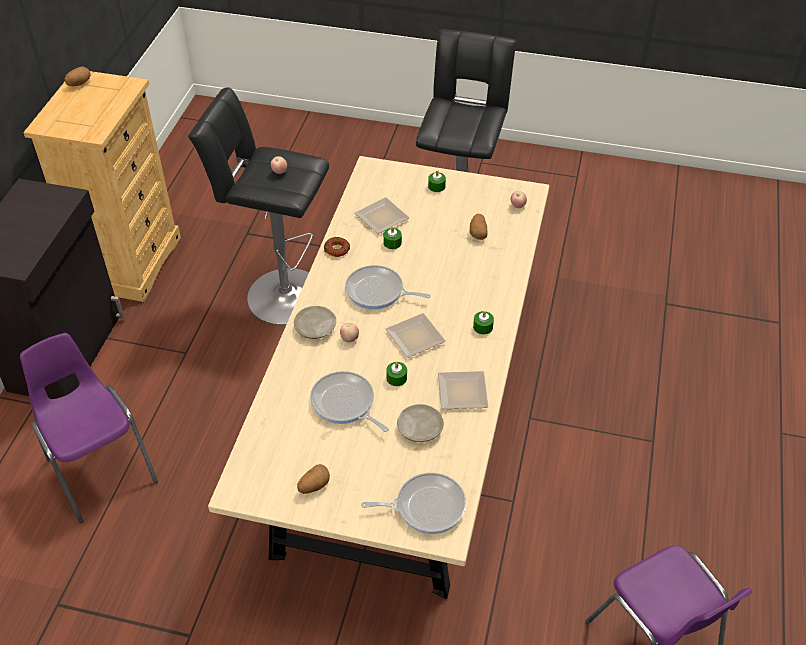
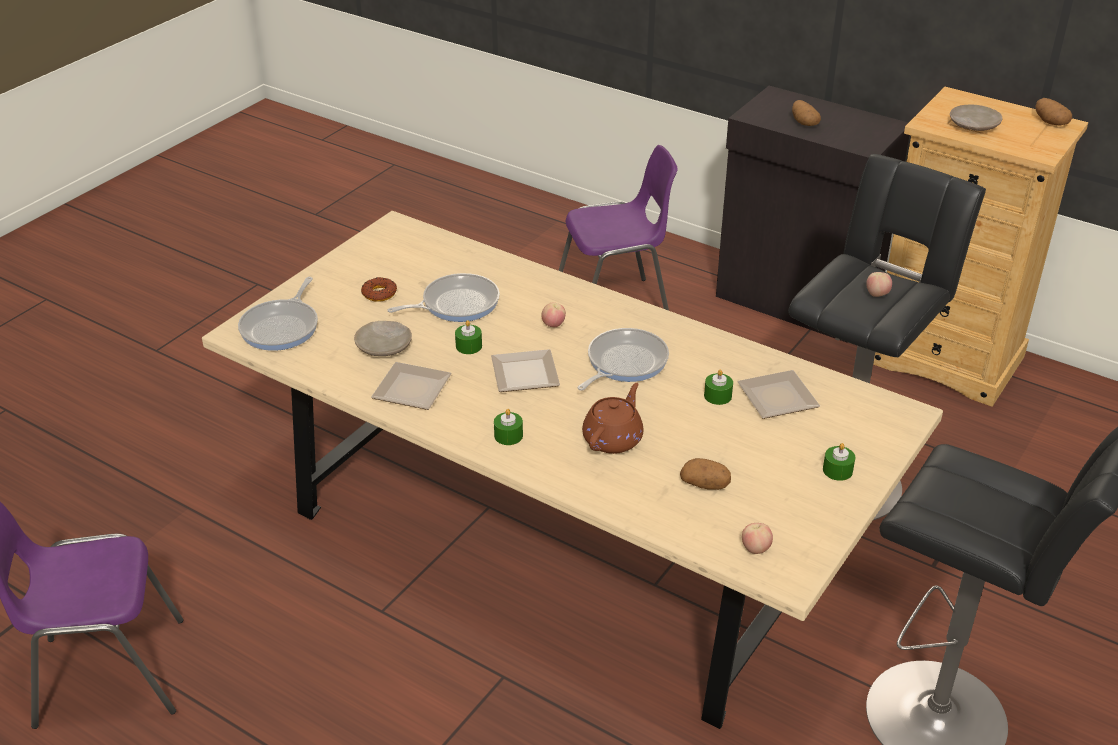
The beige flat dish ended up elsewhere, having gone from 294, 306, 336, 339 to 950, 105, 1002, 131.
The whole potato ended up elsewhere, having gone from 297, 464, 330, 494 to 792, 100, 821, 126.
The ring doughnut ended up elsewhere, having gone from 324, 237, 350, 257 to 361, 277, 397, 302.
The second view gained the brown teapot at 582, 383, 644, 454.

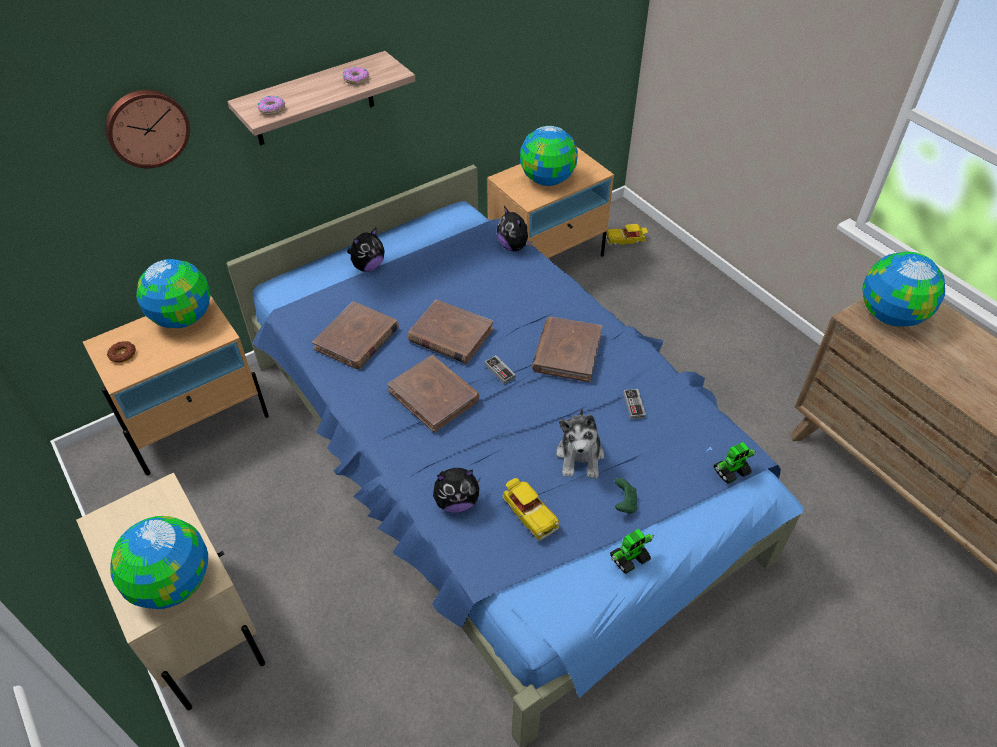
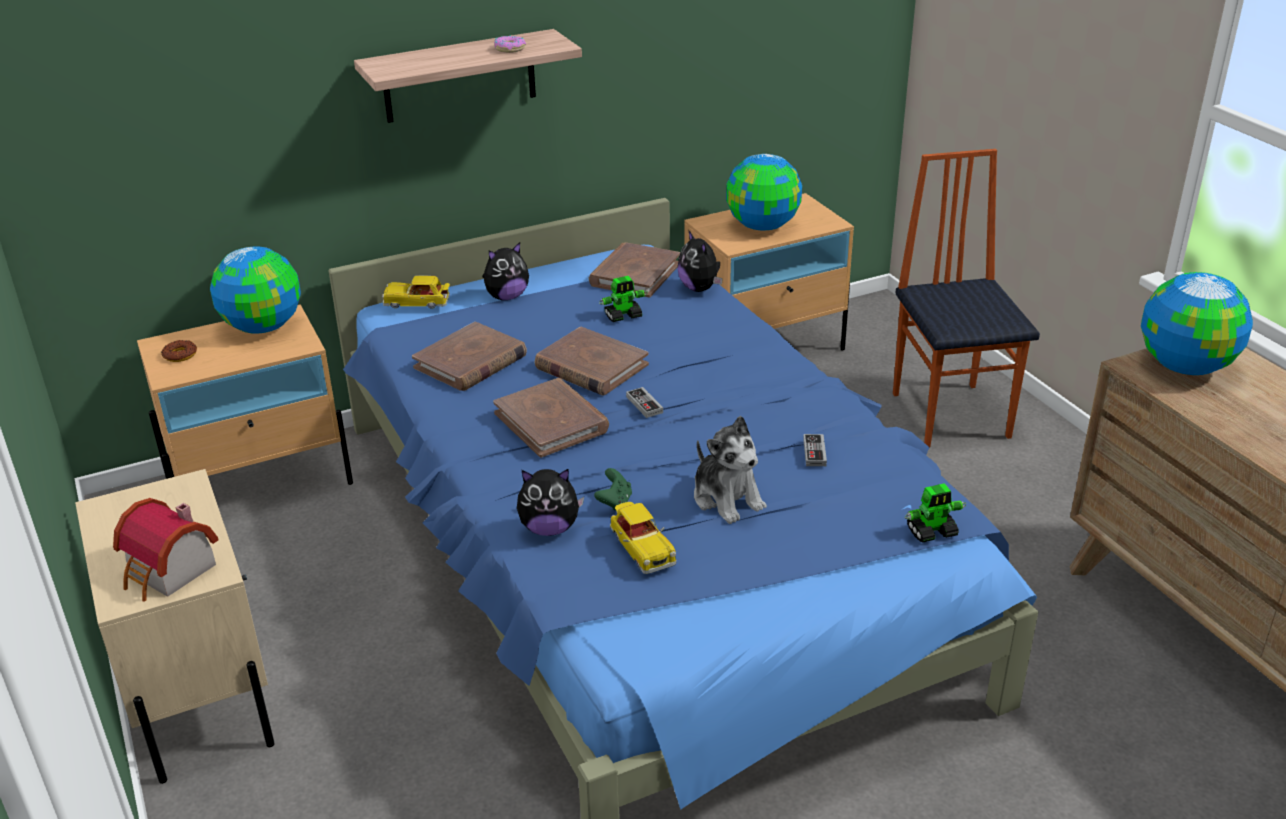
The second view lost the wall clock at 105, 90, 190, 169.
Where the desk globe stood at 110, 516, 208, 609, the toy house came to stand at 113, 498, 218, 602.
The second view lost the ring doughnut at 258, 96, 285, 115.
The brown volume ended up elsewhere, having gone from 532, 317, 603, 382 to 589, 242, 680, 298.
The cuddly toy at 556, 408, 604, 479 ended up facing another way, 45 degrees counterclockwise from before.
The miniature car ended up elsewhere, having gone from 606, 224, 648, 246 to 382, 276, 450, 309.
The robot figure ended up elsewhere, having gone from 610, 529, 654, 574 to 599, 276, 648, 322.
The green game controller ended up elsewhere, having gone from 615, 478, 637, 514 to 594, 468, 632, 512.
The second view gained the upright chair at 893, 149, 1040, 448.

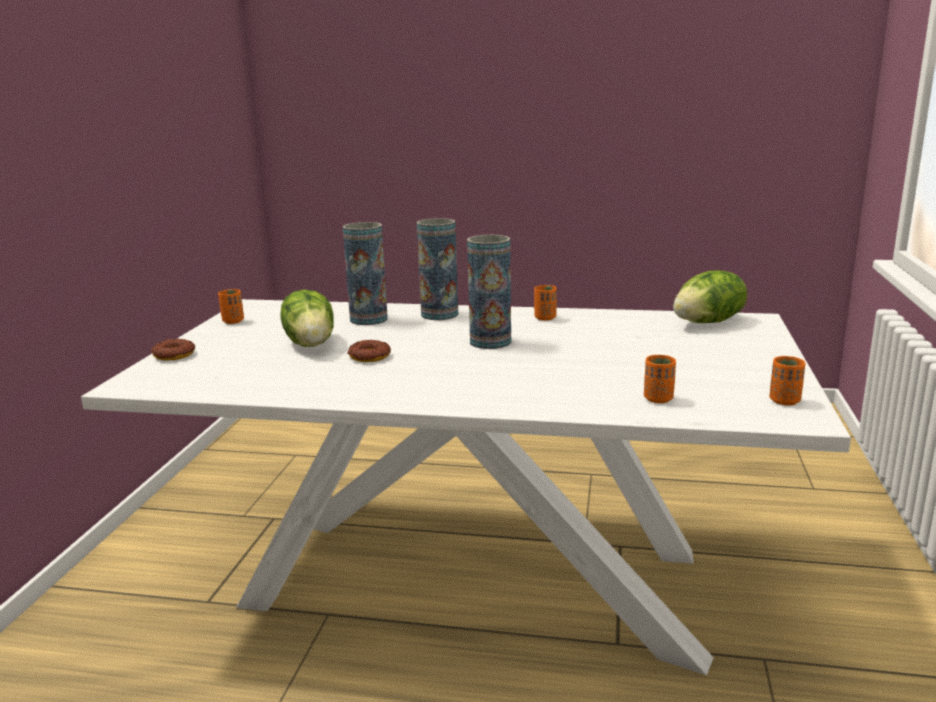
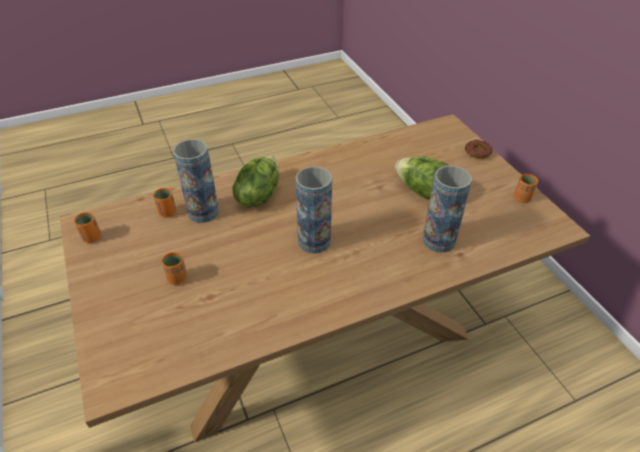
What was the white-coloured dining table at 81, 299, 851, 675 turned into the brown dining table at 60, 114, 590, 442.
The second view lost the ring doughnut at 348, 340, 391, 362.
The vase ended up elsewhere, having gone from 417, 218, 458, 320 to 173, 139, 219, 223.
The orange small cup ended up elsewhere, having gone from 534, 285, 557, 321 to 162, 251, 187, 285.
The head of lettuce ended up elsewhere, having gone from 673, 270, 747, 323 to 232, 156, 279, 207.

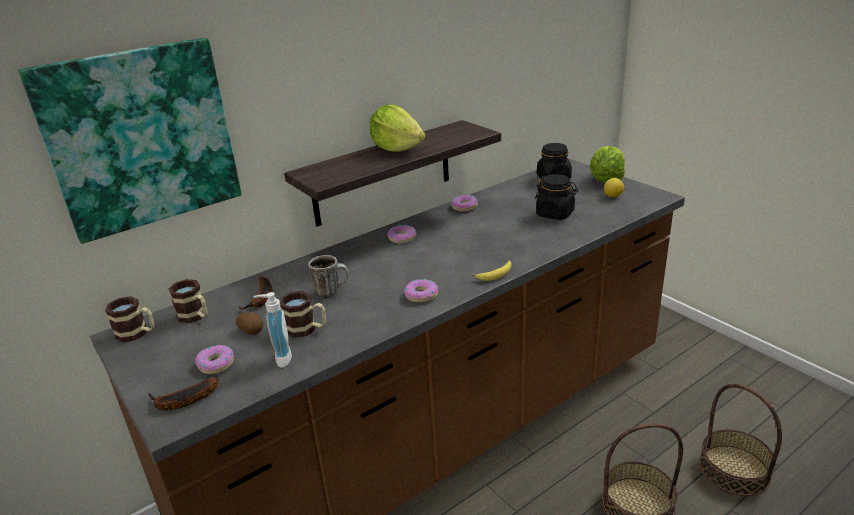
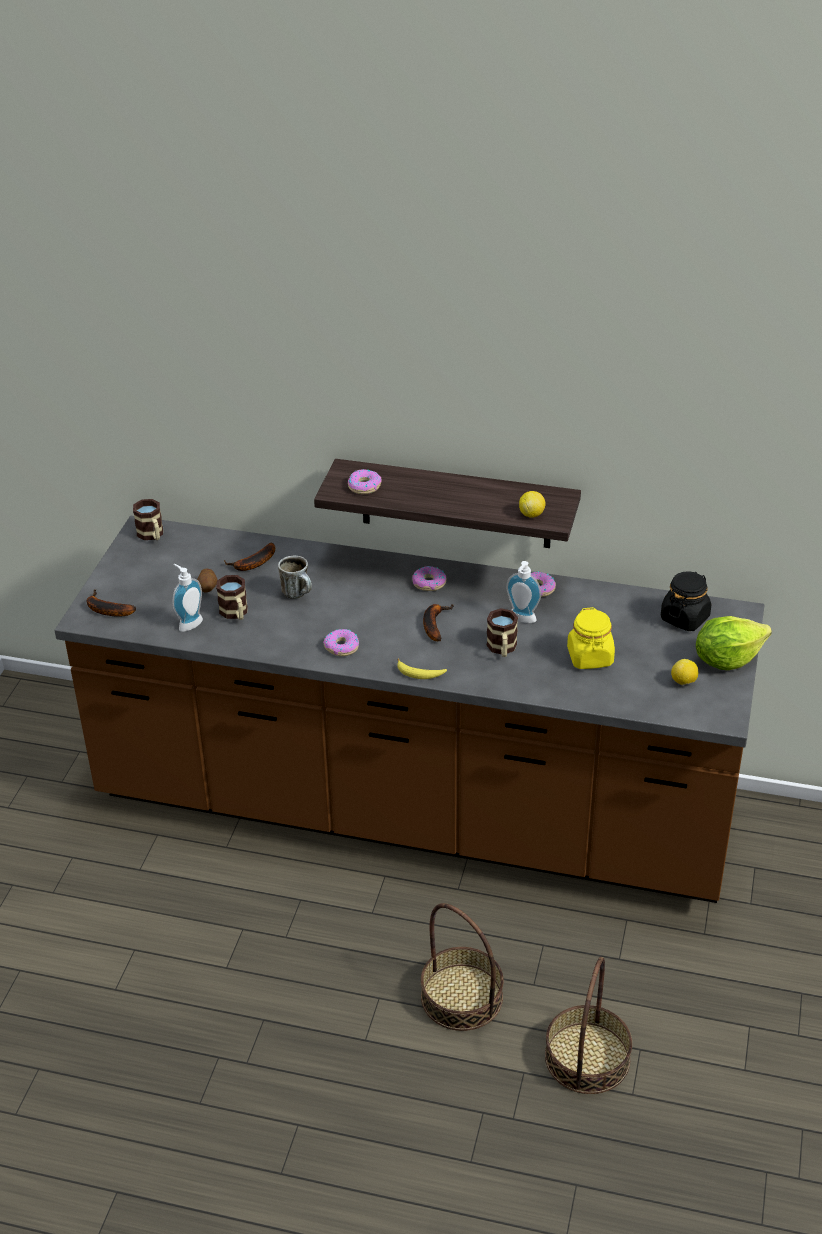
The second view lost the picture at 18, 38, 242, 244.
The tea mug ended up elsewhere, having gone from 169, 279, 208, 323 to 486, 608, 518, 657.
The ring doughnut ended up elsewhere, having gone from 195, 345, 234, 374 to 348, 469, 382, 494.
The second view lost the head of lettuce at 370, 104, 426, 152.
What was the black storage jar at 535, 174, 578, 220 turned into the yellow-coloured storage jar at 567, 607, 615, 669.
The second view gained the whole banana at 423, 604, 454, 641.
The second view gained the liquid soap bottle at 506, 561, 541, 623.
The second view gained the lemon at 519, 491, 545, 518.

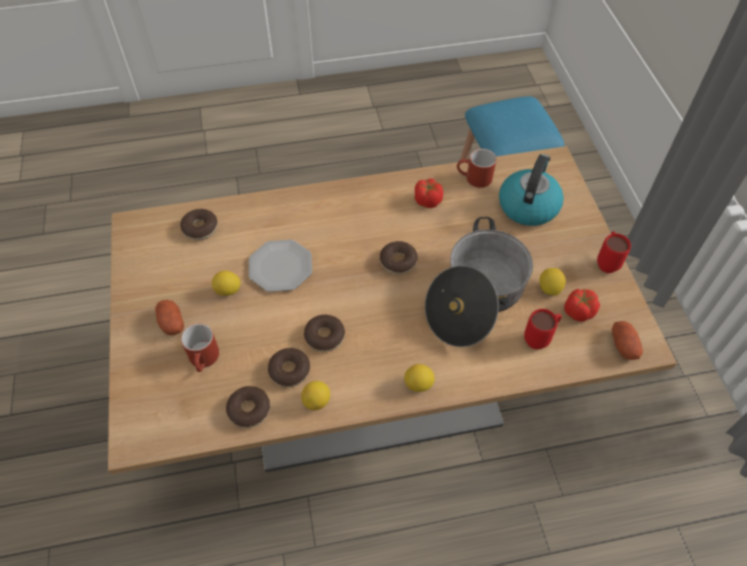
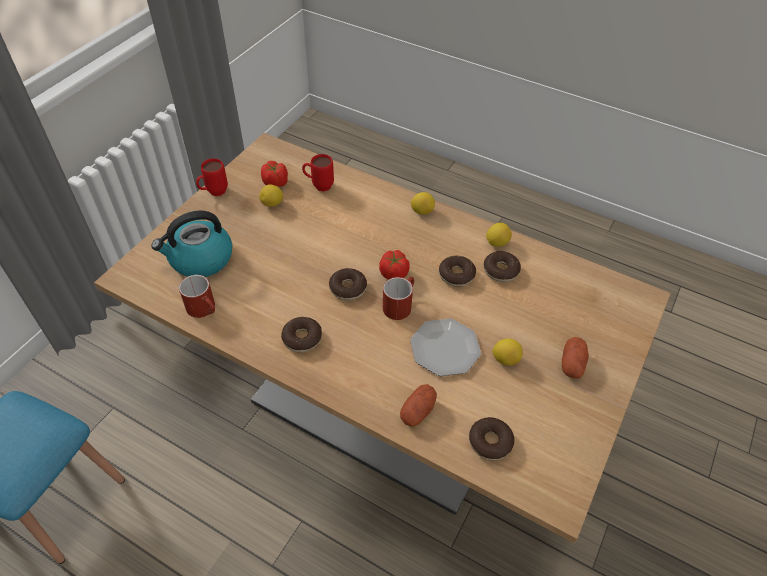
The red-coloured tea mug ended up elsewhere, having gone from 181, 324, 219, 372 to 383, 277, 414, 320.
The ring doughnut ended up elsewhere, having gone from 226, 386, 270, 428 to 282, 317, 322, 353.
The whole tomato ended up elsewhere, having gone from 415, 178, 443, 208 to 379, 250, 410, 279.
The second view lost the cooking pot at 425, 217, 533, 347.
The whole potato ended up elsewhere, having gone from 612, 321, 643, 360 to 400, 384, 437, 427.

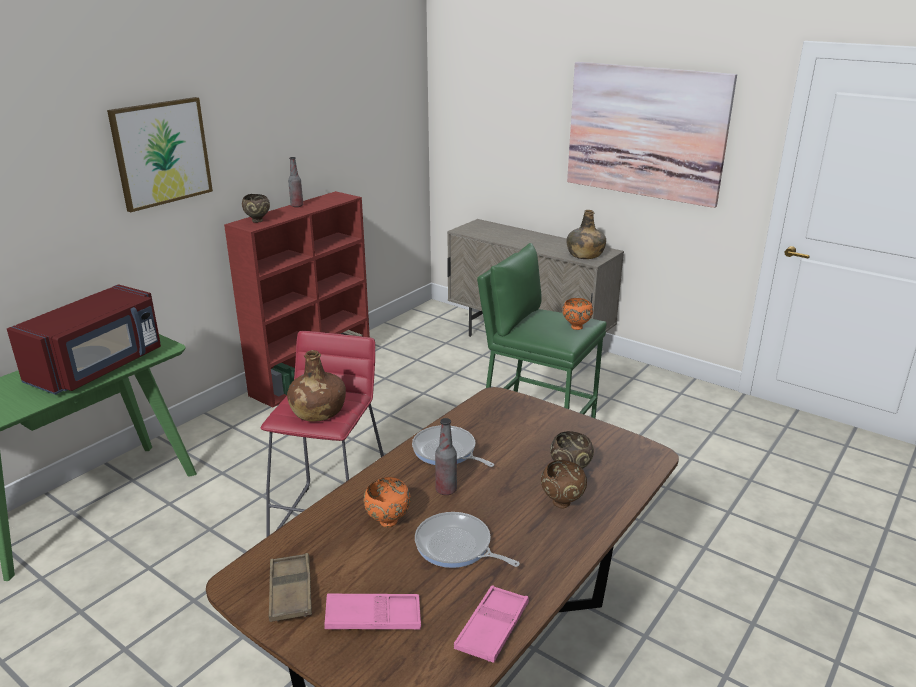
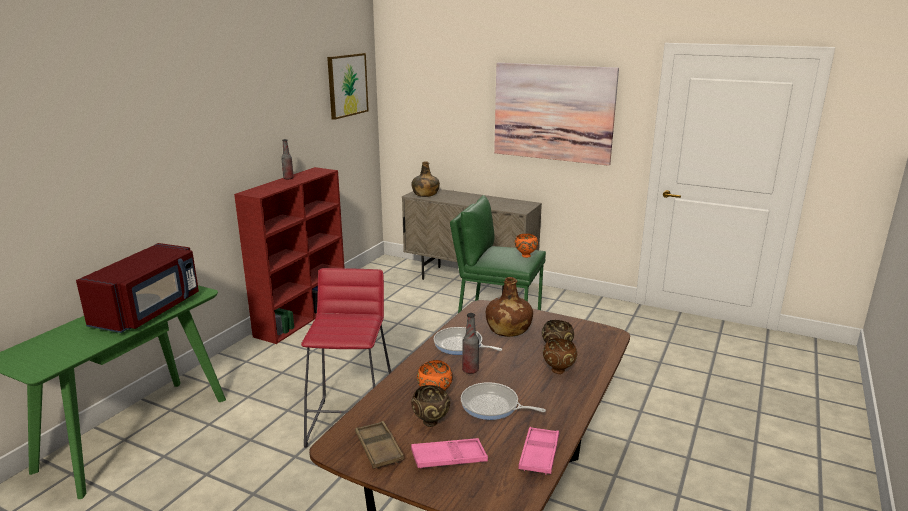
The picture ended up elsewhere, having gone from 107, 97, 213, 212 to 327, 53, 369, 120.
The brown serving bowl ended up elsewhere, having gone from 242, 194, 270, 223 to 411, 385, 450, 427.
The brown drink bottle ended up elsewhere, having gone from 287, 350, 346, 422 to 486, 277, 533, 337.
The green drink bottle ended up elsewhere, having gone from 567, 210, 606, 259 to 411, 161, 440, 197.

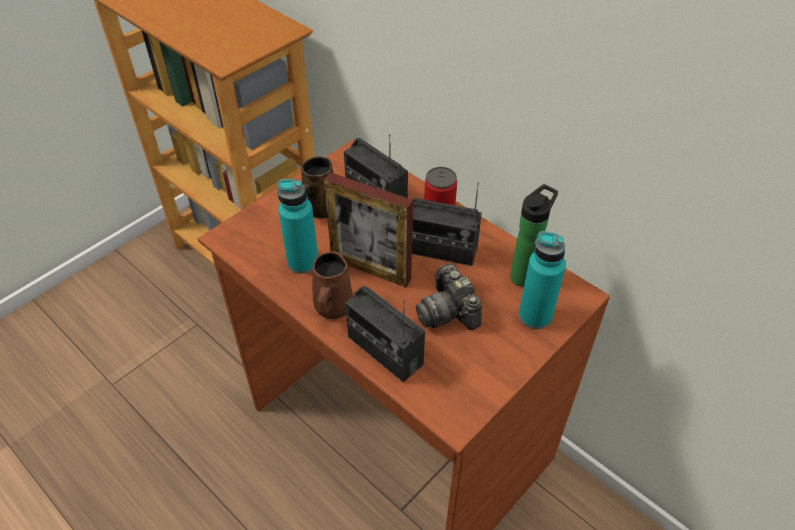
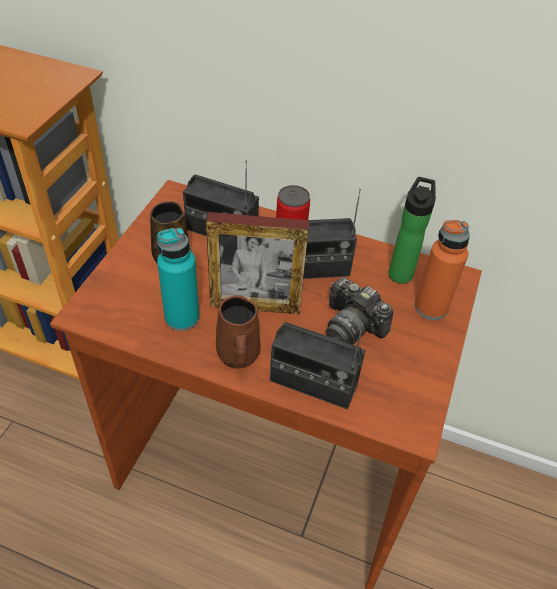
What was the blue-green drink bottle at 519, 231, 566, 329 turned into the orange drink bottle at 415, 220, 470, 320.

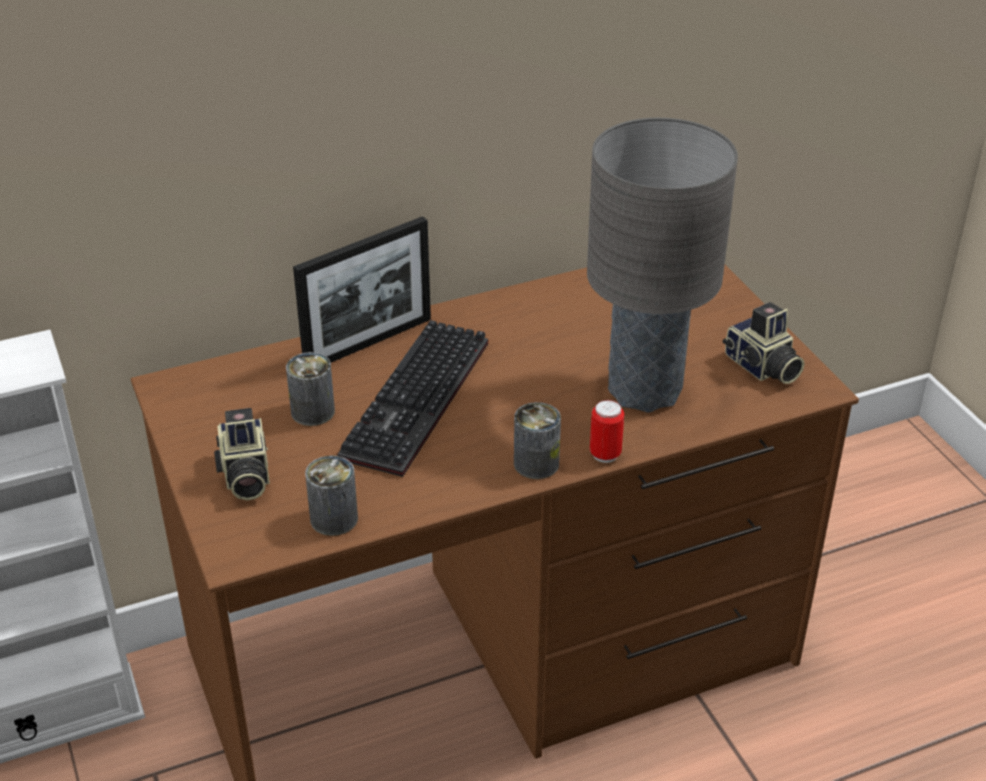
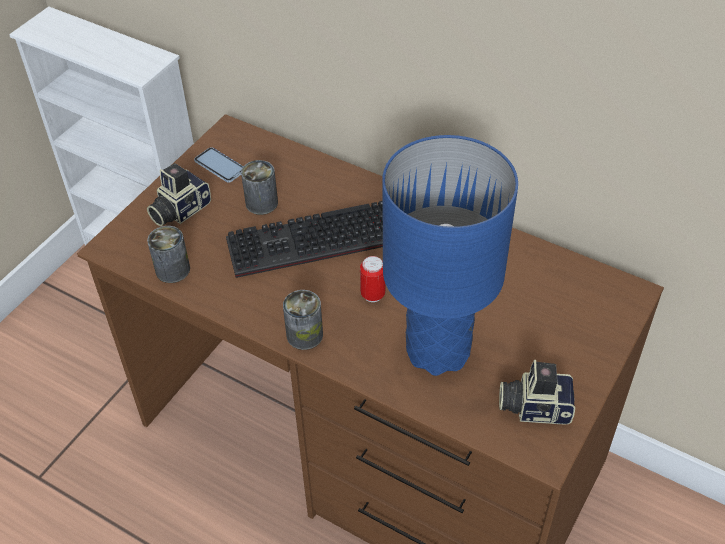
The second view lost the picture frame at 293, 216, 431, 362.
What was the grey table lamp at 587, 118, 738, 413 turned into the blue-coloured table lamp at 382, 135, 518, 376.
The can ended up elsewhere, having gone from 590, 400, 624, 463 to 360, 256, 386, 302.
The still camera at 723, 302, 804, 384 ended up facing another way, 75 degrees clockwise from before.
The second view gained the handset at 194, 147, 243, 183.

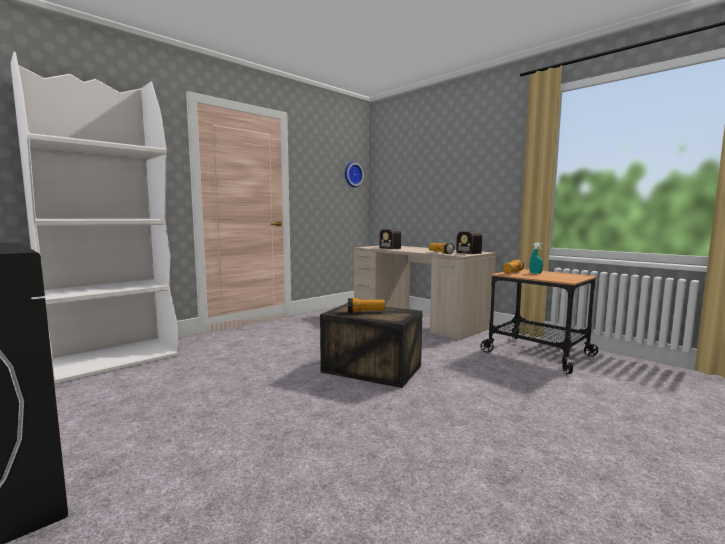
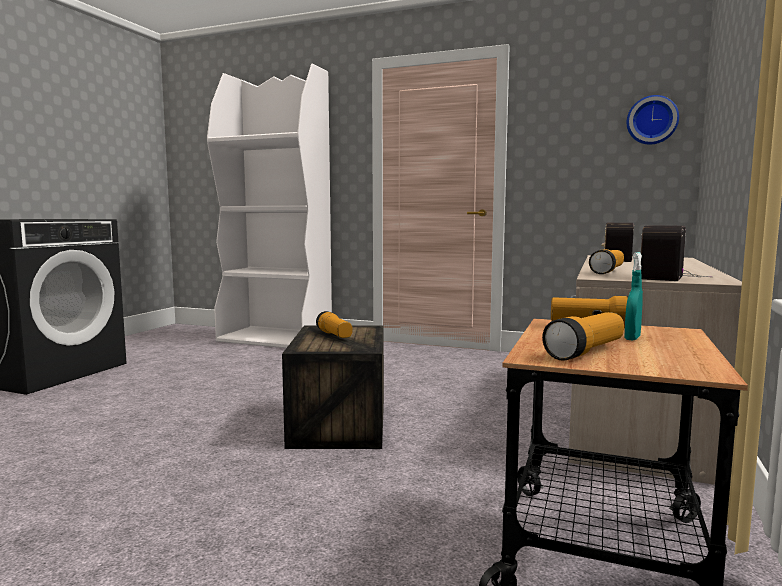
The second view gained the torch at 542, 312, 624, 361.

